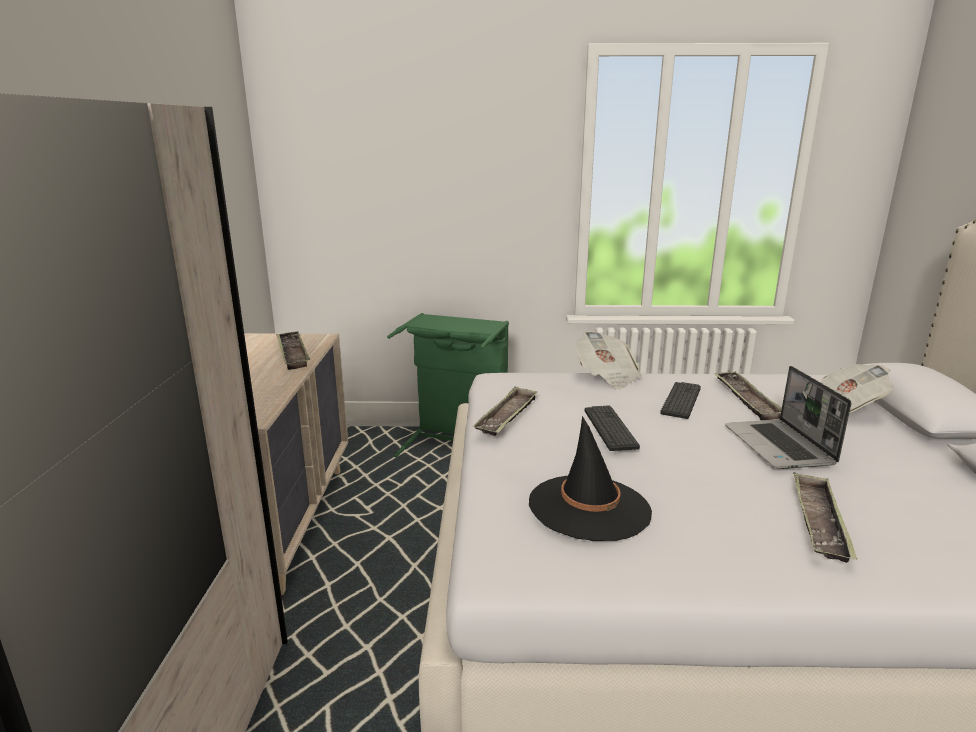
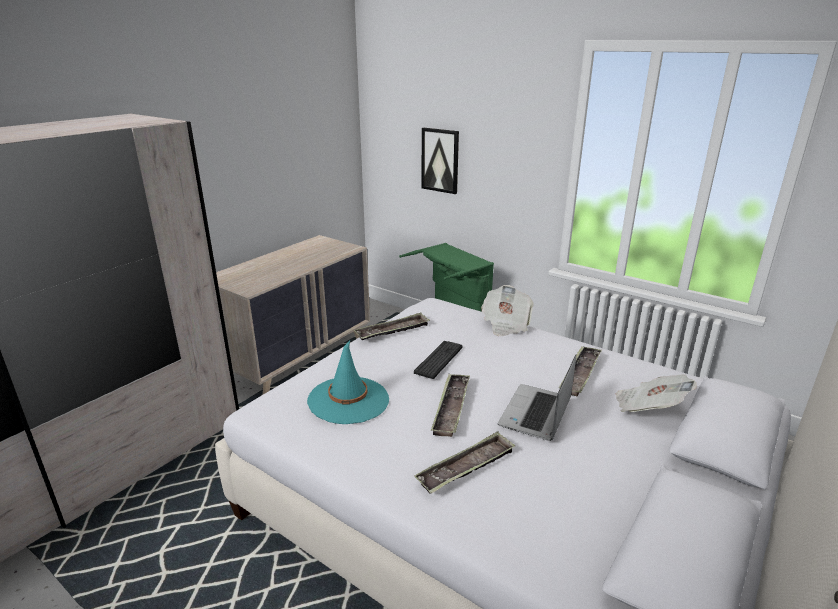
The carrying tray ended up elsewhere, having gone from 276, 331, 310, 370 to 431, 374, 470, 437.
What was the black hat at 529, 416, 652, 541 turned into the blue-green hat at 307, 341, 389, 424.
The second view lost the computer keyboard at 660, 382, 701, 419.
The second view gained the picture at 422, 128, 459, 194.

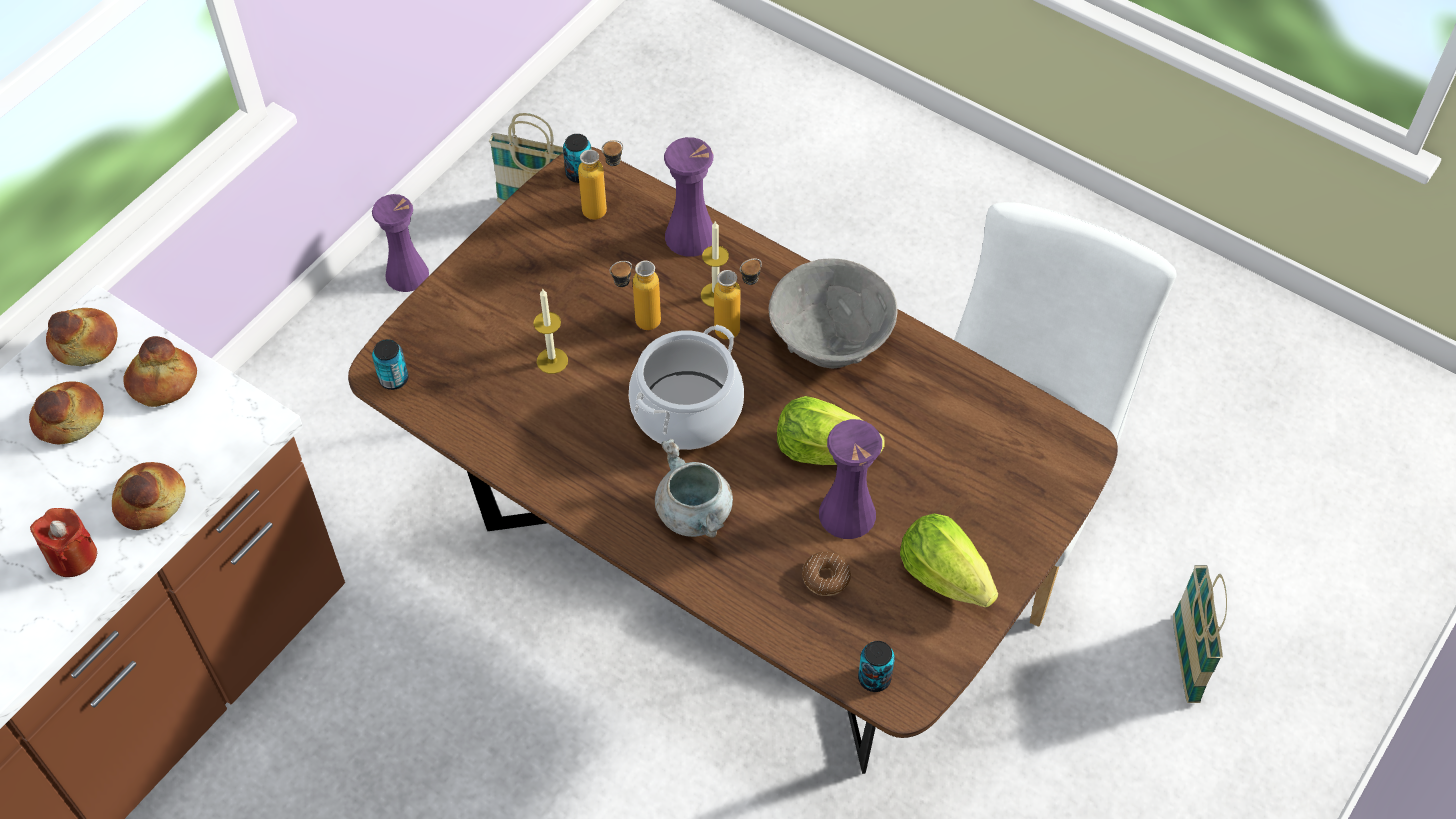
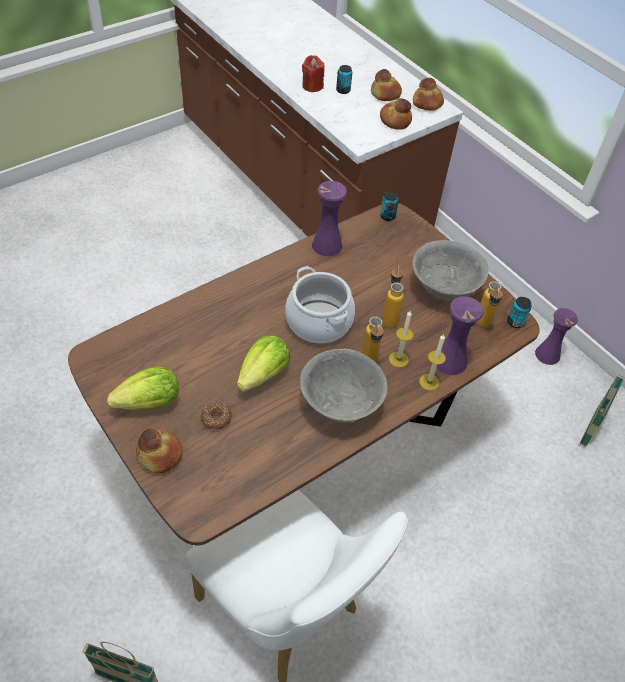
The bakery bread ended up elsewhere, having gone from 112, 462, 186, 530 to 136, 429, 183, 474.
The wax light ended up elsewhere, having gone from 533, 288, 568, 374 to 419, 334, 446, 391.
The second view lost the grey cooking pot at 655, 439, 733, 538.
The ring doughnut ended up elsewhere, having gone from 802, 552, 851, 596 to 201, 402, 232, 430.
The purplish vase ended up elsewhere, having gone from 819, 419, 882, 539 to 312, 181, 347, 256.
The can ended up elsewhere, having gone from 858, 641, 895, 692 to 336, 65, 352, 94.
The second view gained the grey serving bowl at 412, 240, 489, 302.

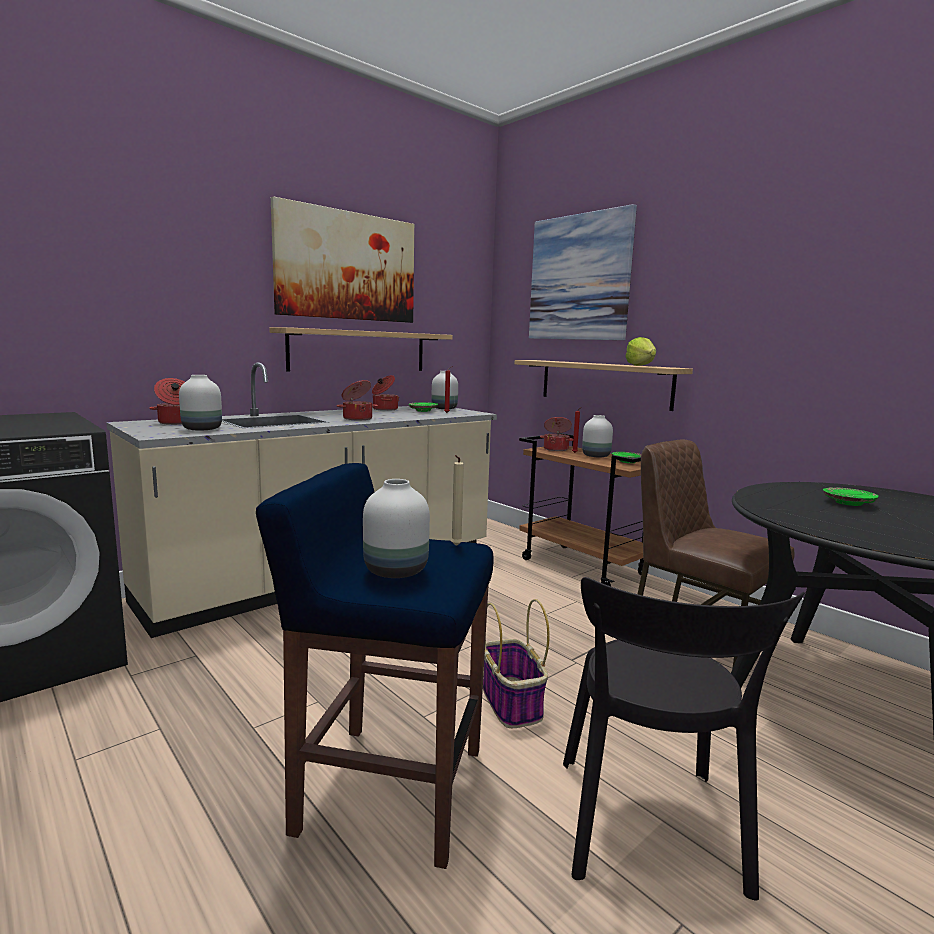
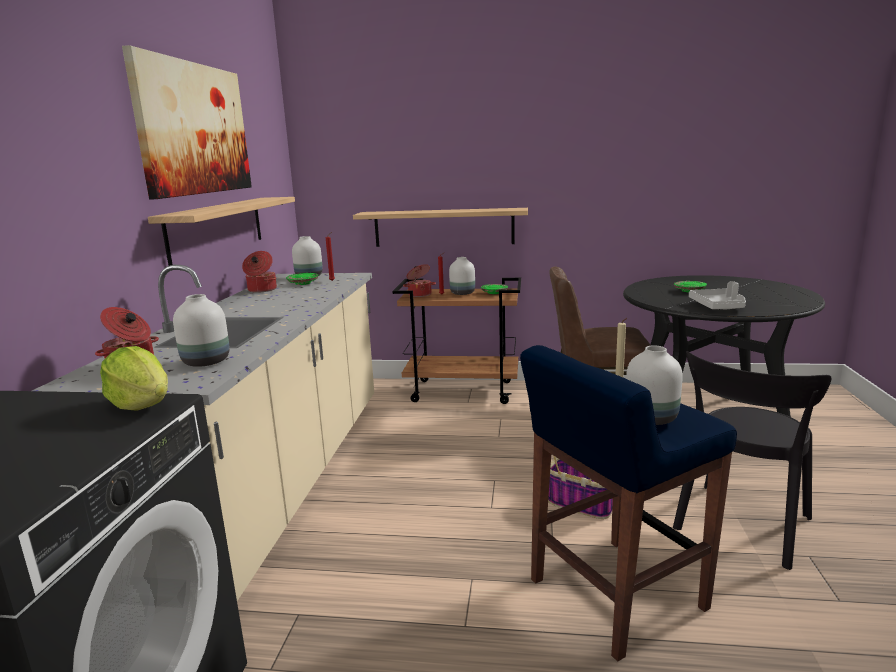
The second view lost the cooking pot at 337, 380, 378, 420.
The second view lost the picture at 529, 204, 637, 340.
The black upright chair at 563, 577, 805, 901 ended up facing another way, 75 degrees clockwise from before.
The head of lettuce ended up elsewhere, having gone from 625, 337, 656, 366 to 100, 346, 168, 411.
The second view gained the grey carrying tray at 689, 281, 746, 309.

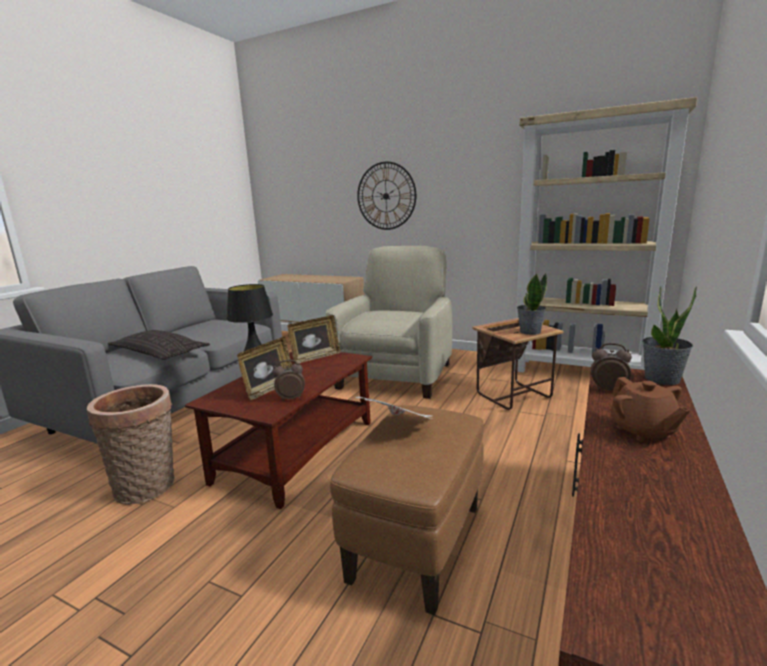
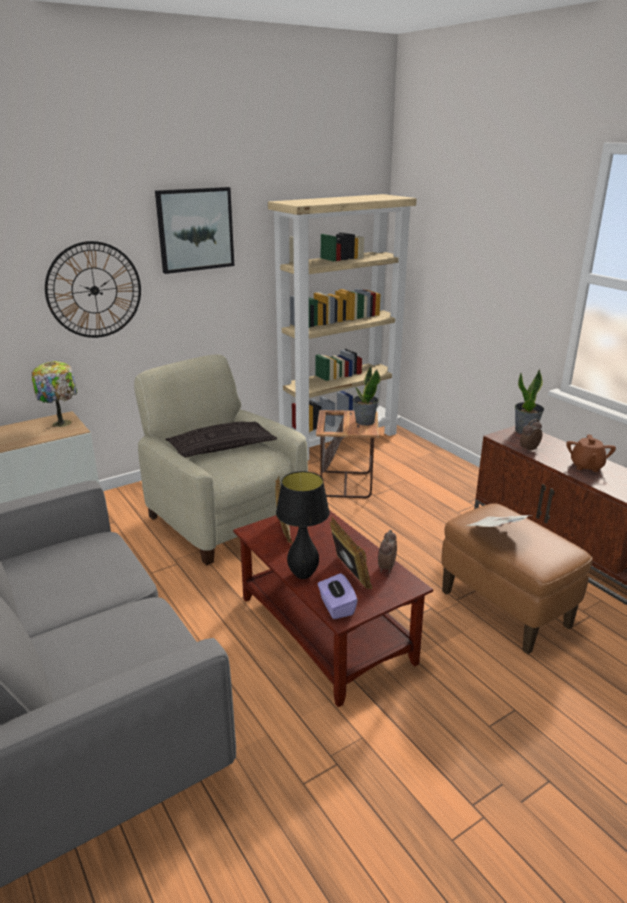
The second view lost the storage basket at 87, 384, 174, 505.
The throw pillow ended up elsewhere, having gone from 108, 330, 210, 360 to 165, 422, 277, 458.
The brown teapot at 610, 377, 690, 442 ended up facing another way, 90 degrees clockwise from before.
The second view gained the table lamp at 31, 361, 77, 427.
The second view gained the picture at 155, 187, 234, 274.
The second view gained the purplish tissue box at 318, 573, 358, 619.

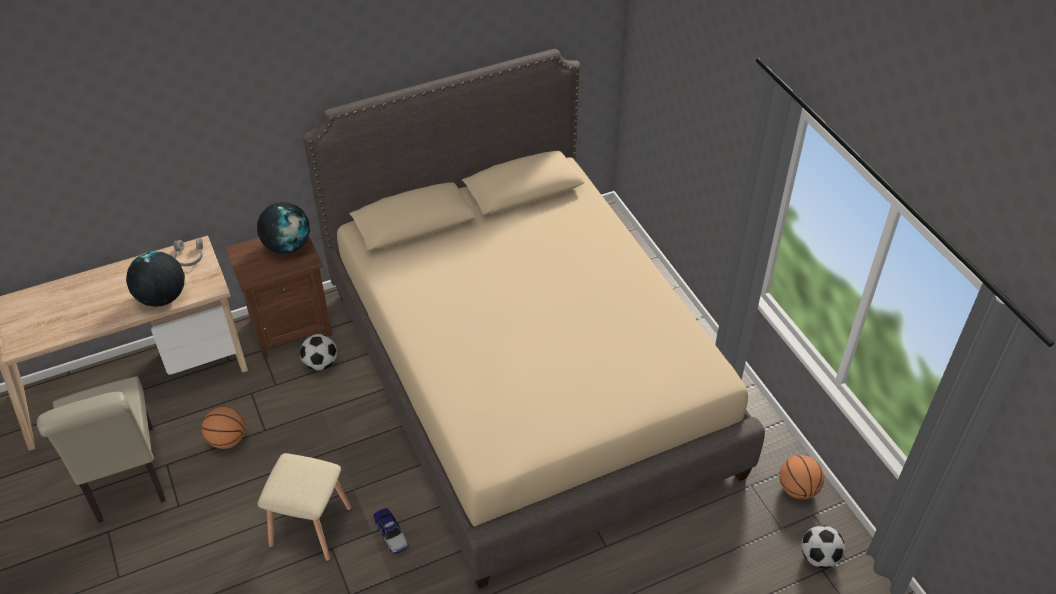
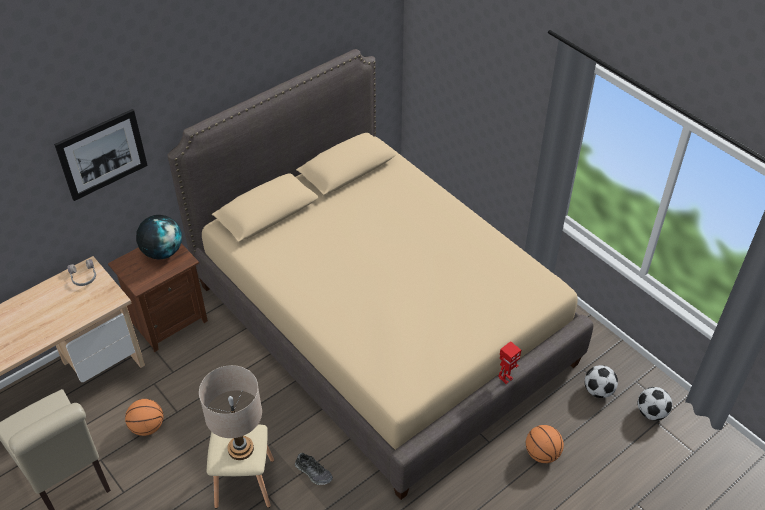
The second view lost the desk globe at 126, 251, 185, 307.
The ball for football ended up elsewhere, having gone from 300, 334, 337, 371 to 585, 365, 618, 398.
Where the miniature car stood at 373, 508, 408, 554, the item of footwear came to stand at 295, 453, 333, 485.
The basketball ended up elsewhere, having gone from 779, 455, 824, 499 to 526, 425, 564, 463.
The second view gained the picture at 54, 109, 148, 201.
The second view gained the beige table lamp at 199, 365, 262, 460.
The second view gained the robot figure at 498, 341, 521, 385.

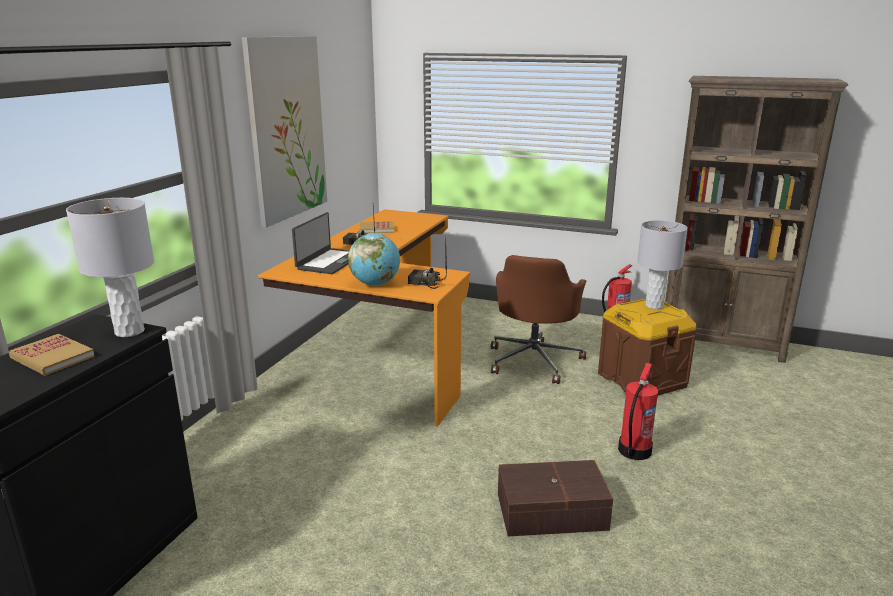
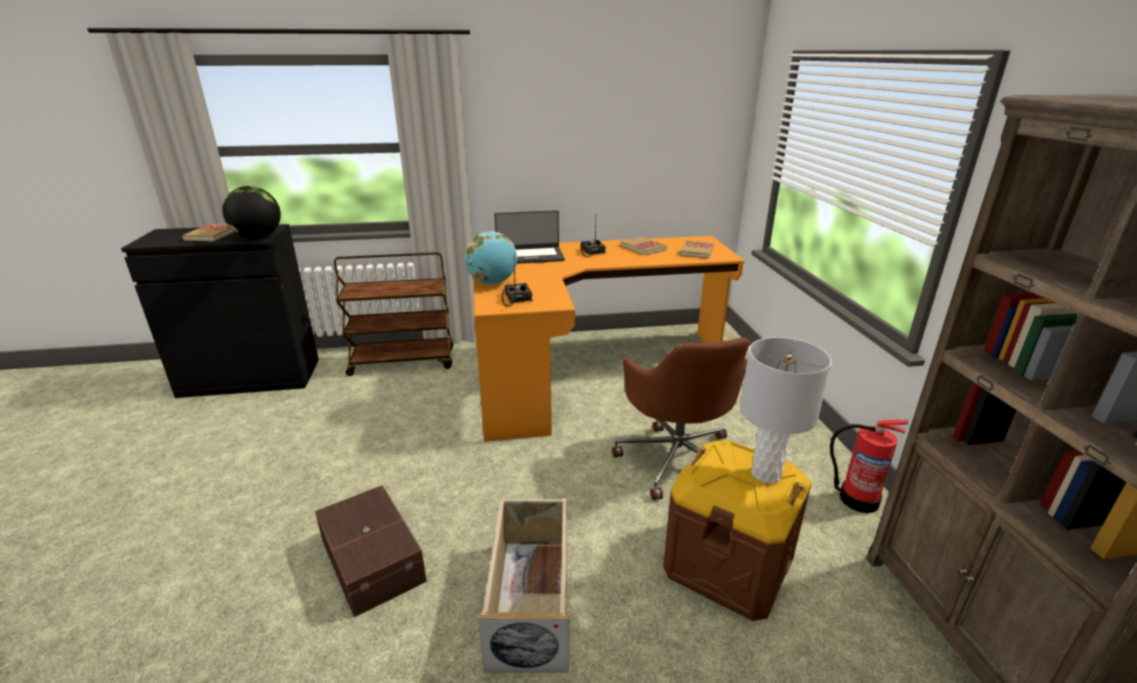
Where the grey table lamp stood at 66, 198, 154, 337, the desk globe came to stand at 222, 186, 281, 238.
The second view lost the picture at 242, 36, 327, 228.
The brown desk chair at 491, 255, 586, 384 ended up facing another way, 90 degrees counterclockwise from before.
Where the fire-fighting cylinder stood at 618, 363, 658, 460, the beige storage container came to stand at 478, 498, 568, 673.
The second view gained the brown wheeled cart at 334, 252, 453, 376.
The second view gained the volume at 679, 240, 714, 259.

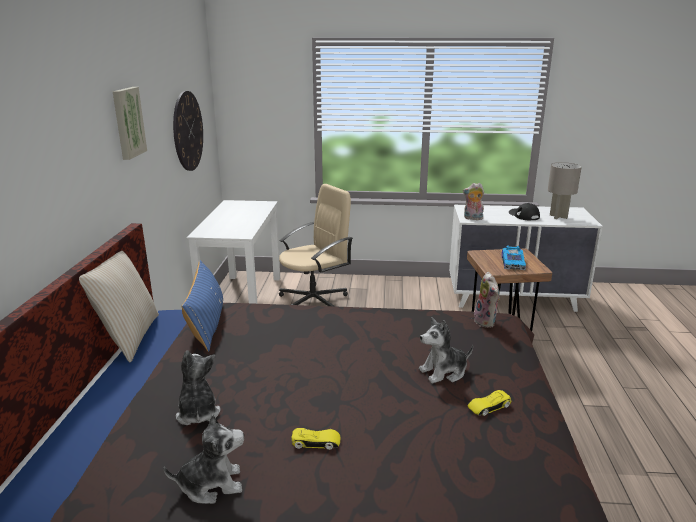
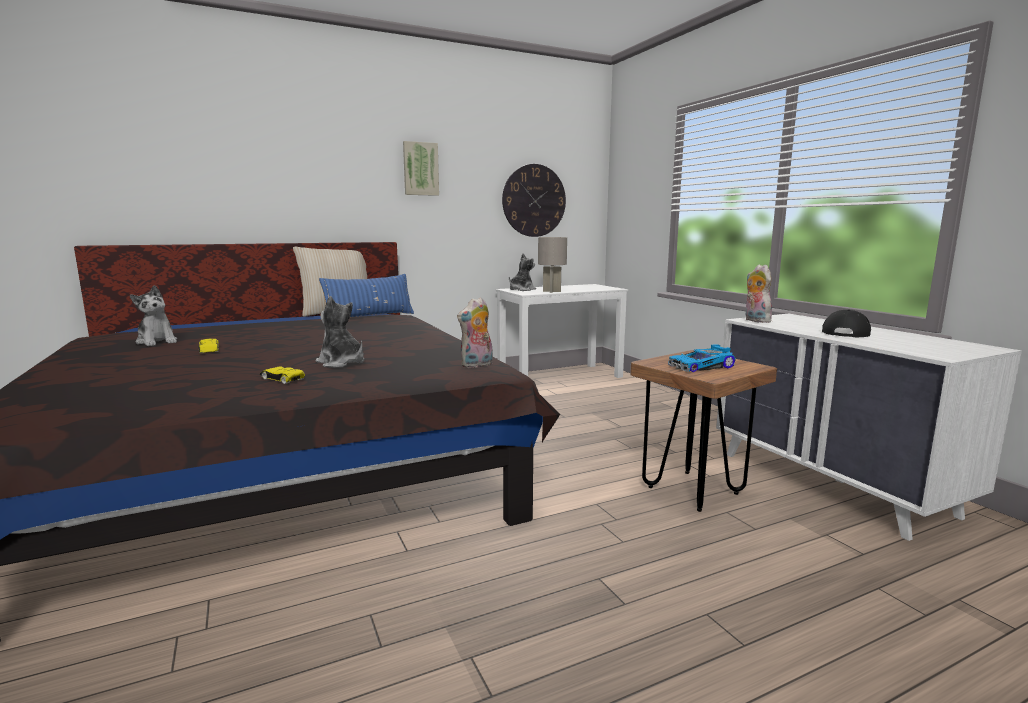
The cuddly toy ended up elsewhere, having gone from 176, 350, 220, 425 to 509, 253, 536, 291.
The second view lost the beige desk chair at 279, 184, 353, 306.
The grey table lamp ended up elsewhere, having gone from 548, 162, 582, 219 to 538, 237, 567, 293.

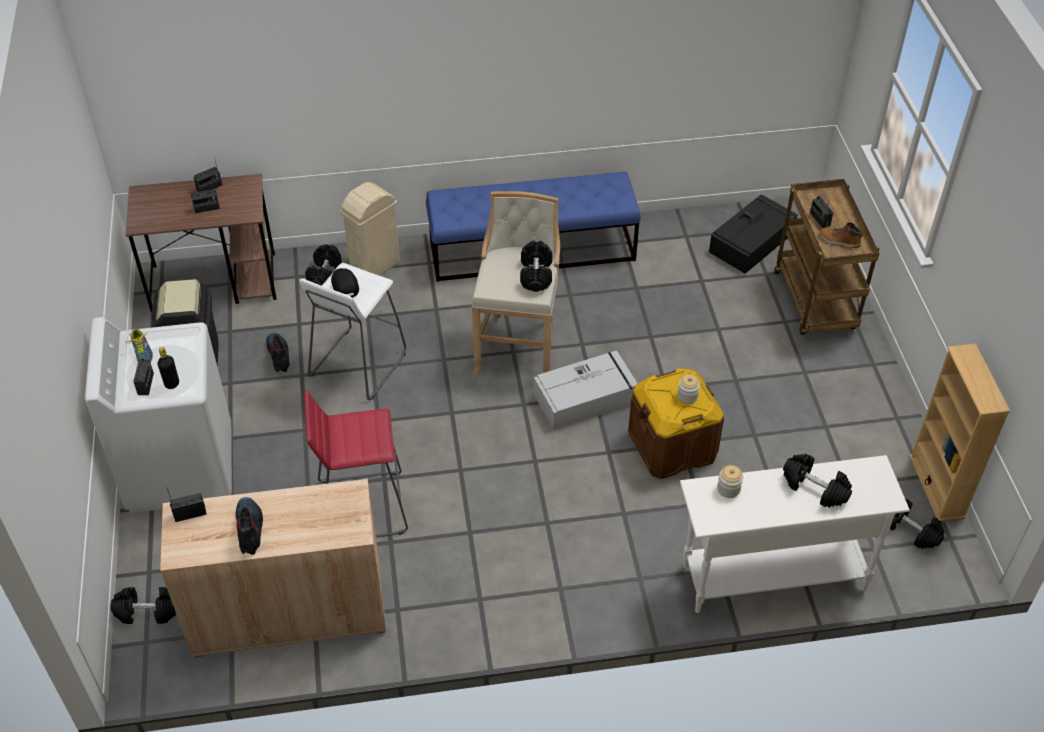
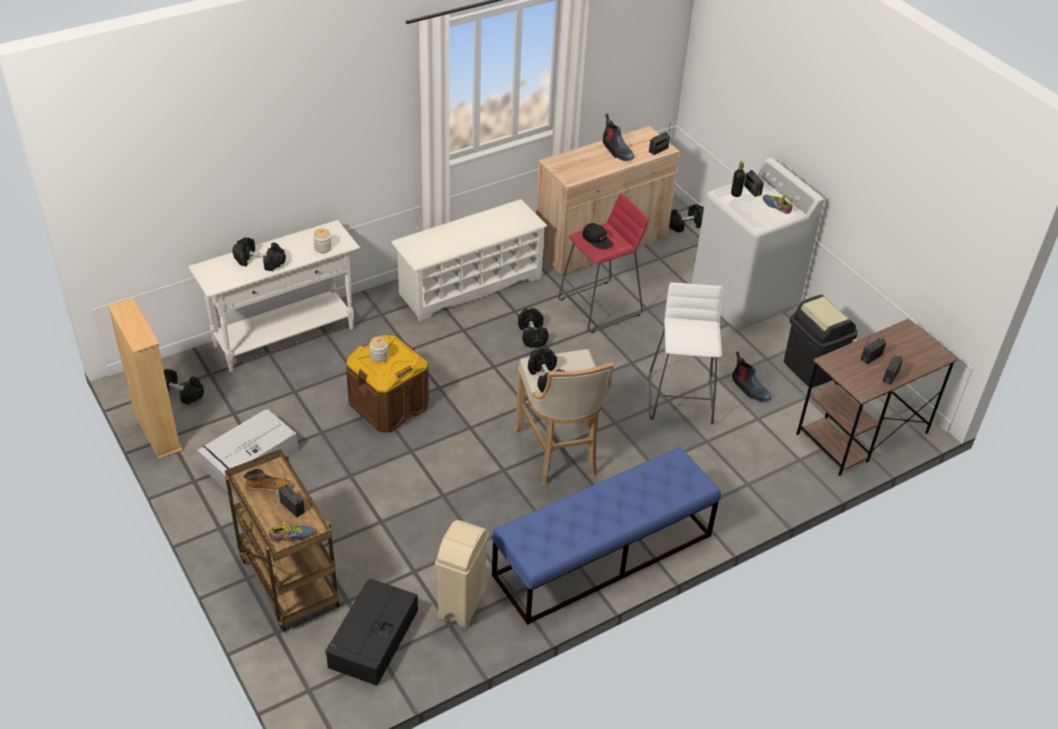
The black free weight ended up elsewhere, having gone from 305, 244, 342, 286 to 518, 308, 549, 348.
The black cap ended up elsewhere, having gone from 331, 268, 359, 298 to 582, 223, 613, 249.
The beige trash can ended up elsewhere, having gone from 340, 182, 400, 276 to 435, 520, 489, 628.
The grey storage container ended up elsewhere, having gone from 534, 350, 638, 430 to 197, 409, 299, 492.
The second view gained the item of footwear at 269, 521, 314, 542.
The second view gained the white-coloured shoe stand at 391, 199, 547, 322.

